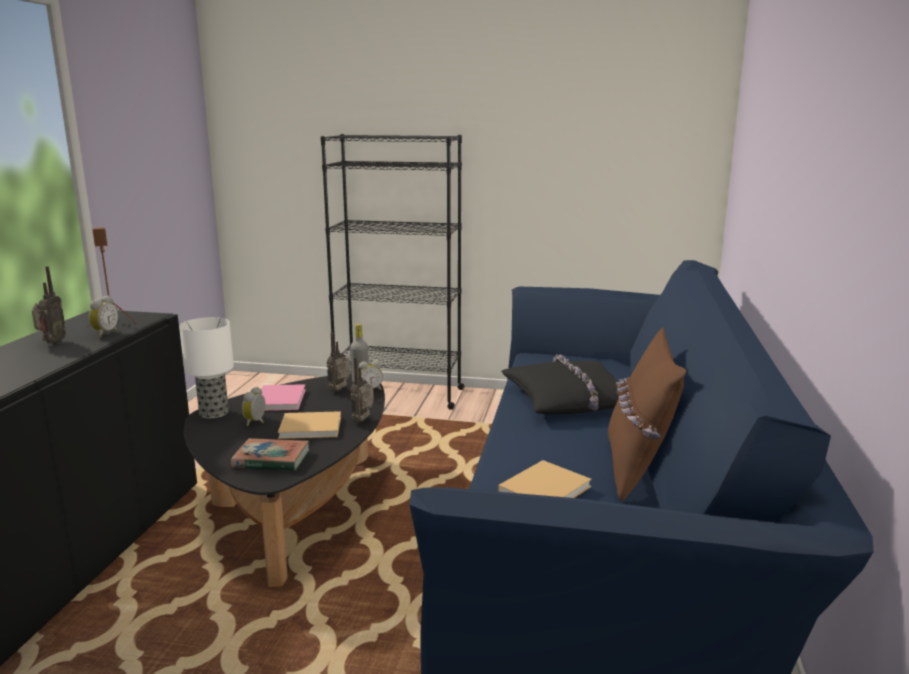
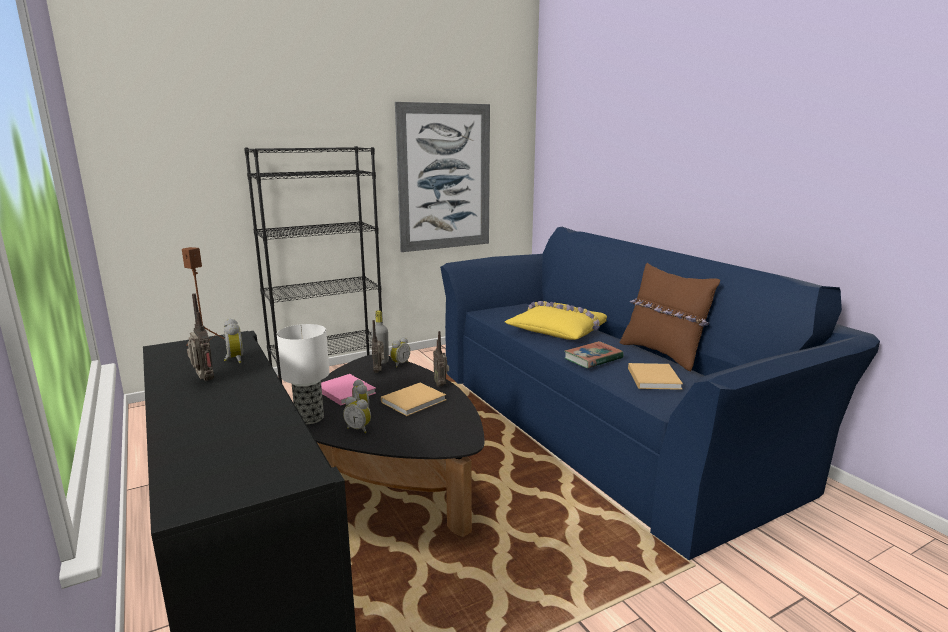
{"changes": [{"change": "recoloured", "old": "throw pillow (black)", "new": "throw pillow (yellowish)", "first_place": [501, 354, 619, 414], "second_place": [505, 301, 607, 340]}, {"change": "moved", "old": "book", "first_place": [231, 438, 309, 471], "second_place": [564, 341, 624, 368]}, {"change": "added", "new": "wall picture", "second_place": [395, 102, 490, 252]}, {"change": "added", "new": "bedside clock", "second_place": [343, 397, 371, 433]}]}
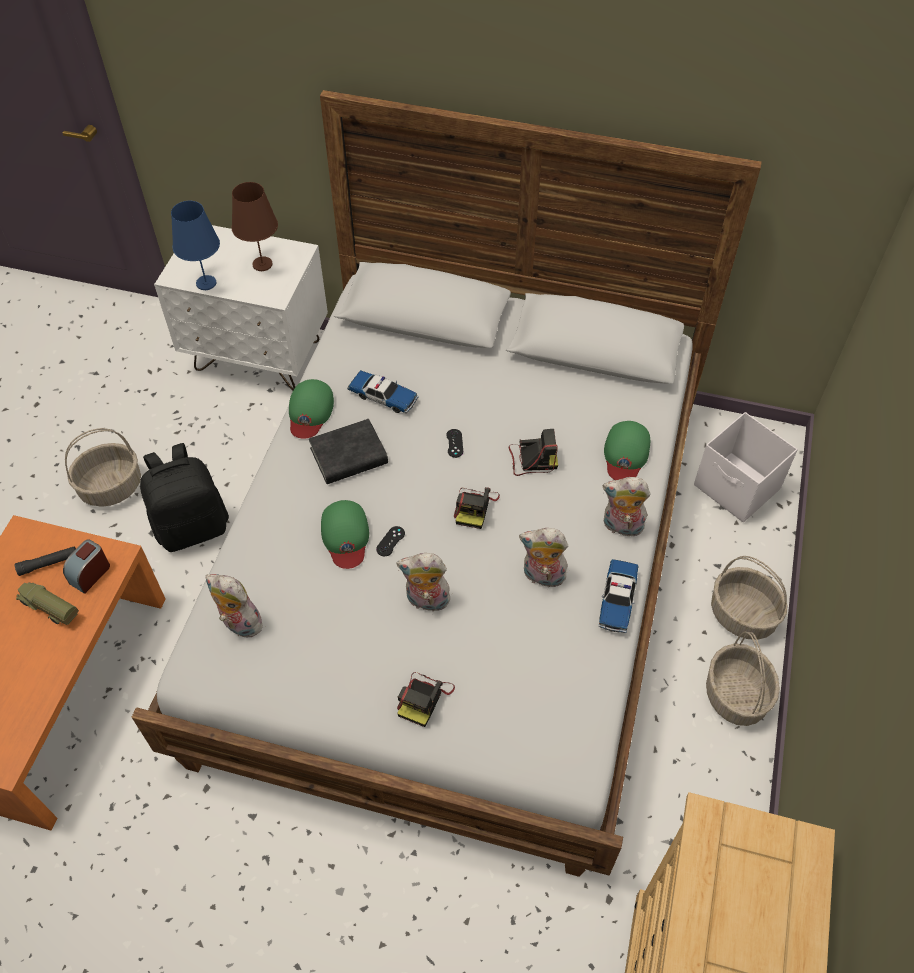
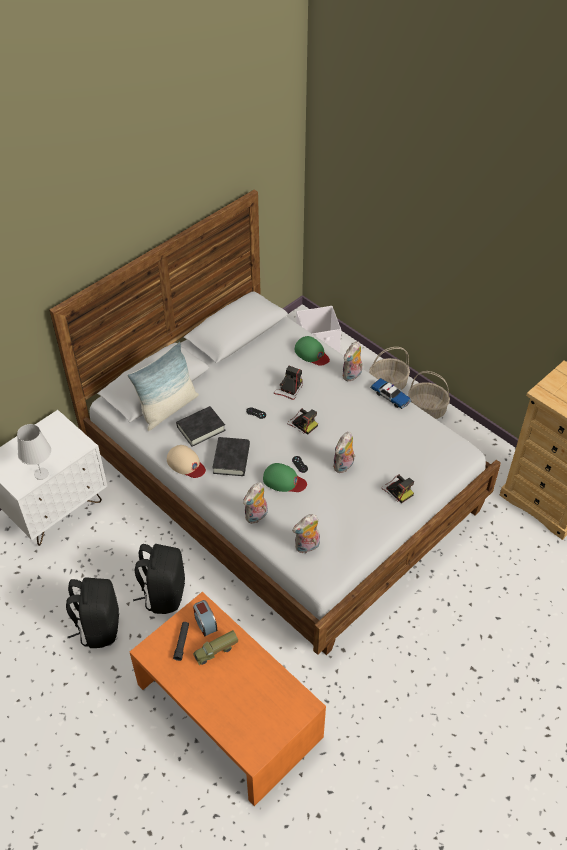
{"changes": [{"change": "removed", "old": "table lamp (brown-coloured)", "first_place": [232, 182, 278, 271]}, {"change": "recoloured", "old": "table lamp (blue)", "new": "table lamp (white)", "first_place": [171, 201, 220, 290], "second_place": [17, 424, 51, 480]}, {"change": "replaced", "old": "toy car", "new": "book (black)", "first_place": [347, 370, 418, 413], "second_place": [176, 406, 226, 447]}, {"change": "recoloured", "old": "baseball cap (green-coloured)", "new": "baseball cap (beige)", "first_place": [289, 379, 334, 439], "second_place": [167, 445, 206, 478]}, {"change": "replaced", "old": "storage basket", "new": "backpack (black)", "first_place": [65, 428, 141, 507], "second_place": [66, 577, 119, 648]}, {"change": "moved", "old": "cuddly toy", "first_place": [519, 528, 568, 587], "second_place": [243, 482, 268, 524]}, {"change": "added", "new": "throw pillow", "second_place": [127, 342, 199, 431]}]}
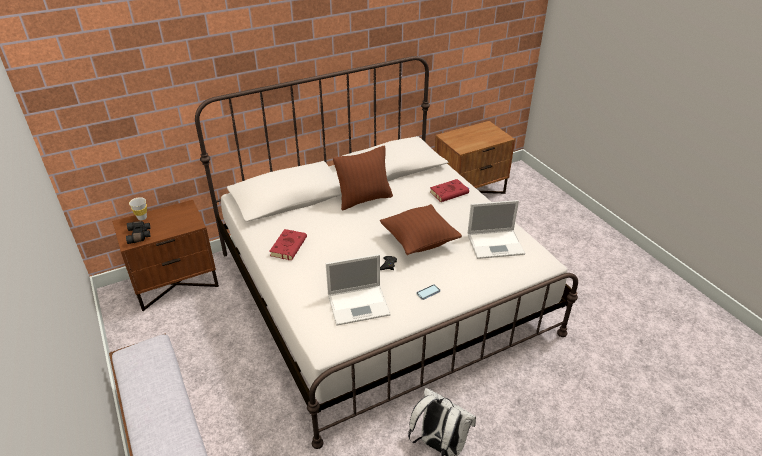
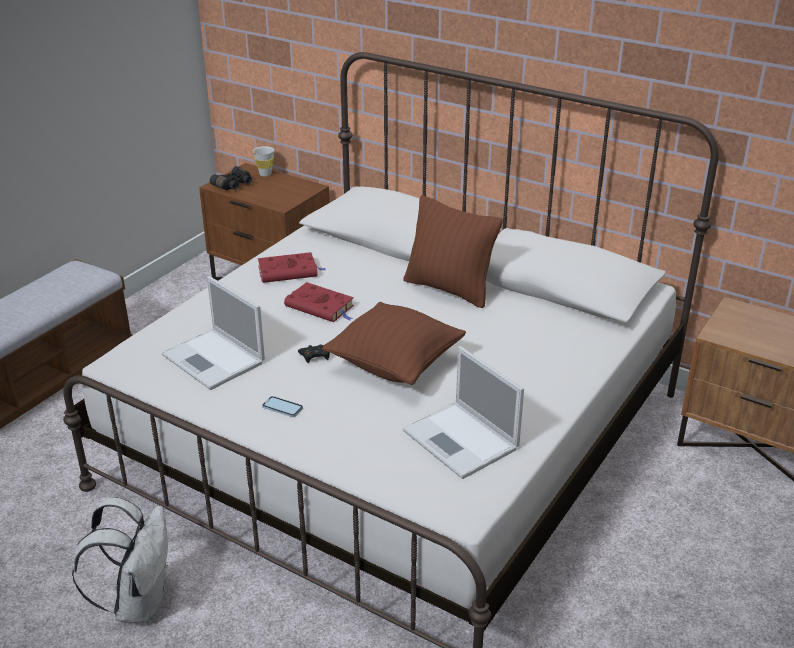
{"changes": [{"change": "moved", "old": "book (red)", "first_place": [430, 179, 470, 202], "second_place": [284, 282, 354, 322]}]}
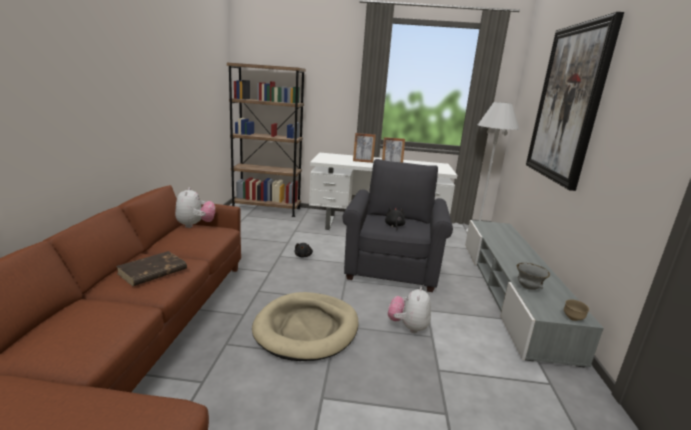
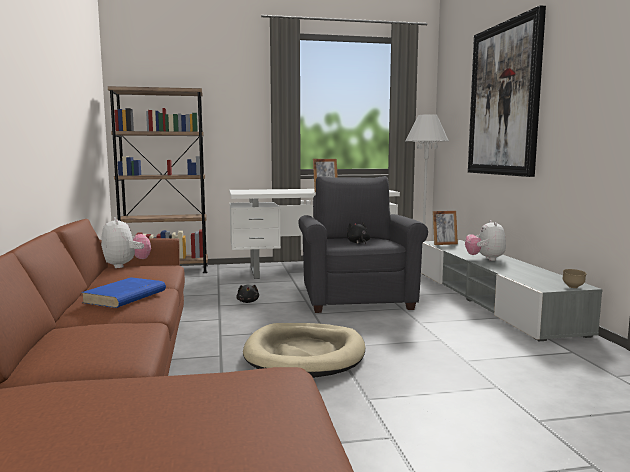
{"changes": [{"change": "moved", "old": "photo frame", "first_place": [353, 133, 376, 163], "second_place": [433, 211, 458, 245]}, {"change": "recoloured", "old": "book (brown-coloured)", "new": "book (blue)", "first_place": [116, 251, 187, 286], "second_place": [81, 277, 166, 308]}, {"change": "removed", "old": "serving bowl (greyish)", "first_place": [517, 263, 550, 290]}, {"change": "moved", "old": "cuddly toy", "first_place": [388, 287, 431, 333], "second_place": [465, 220, 506, 261]}]}
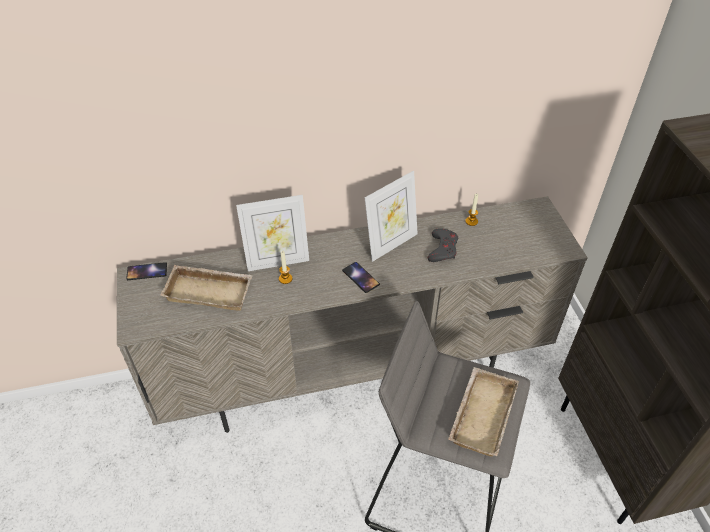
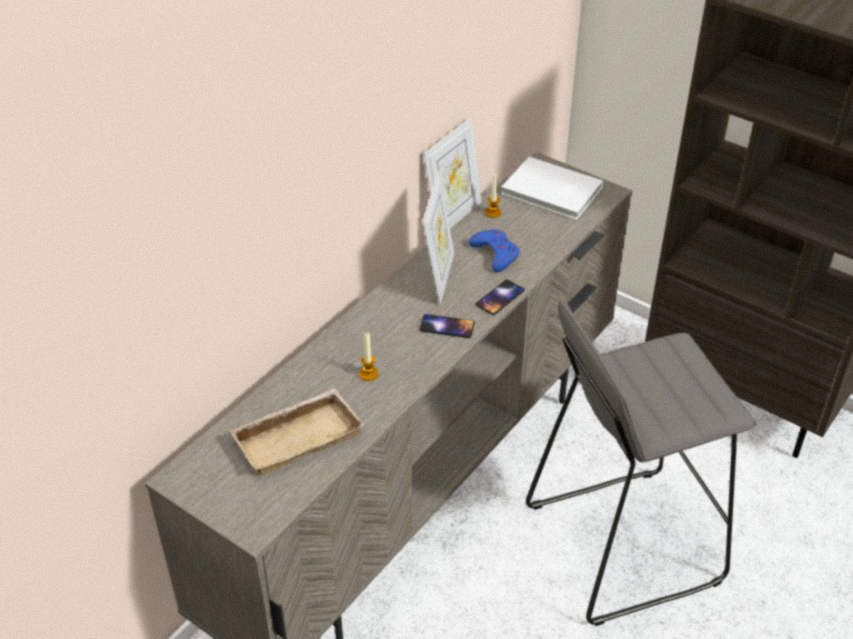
{"changes": [{"change": "moved", "old": "photo frame", "first_place": [236, 195, 309, 271], "second_place": [424, 118, 482, 229]}, {"change": "recoloured", "old": "gamepad (greyish)", "new": "gamepad (blue)", "first_place": [428, 228, 458, 262], "second_place": [468, 229, 520, 272]}, {"change": "moved", "old": "telephone", "first_place": [126, 262, 167, 280], "second_place": [475, 280, 525, 315]}, {"change": "removed", "old": "tray (beige)", "first_place": [448, 367, 519, 457]}, {"change": "added", "new": "book (white)", "second_place": [501, 157, 603, 220]}]}
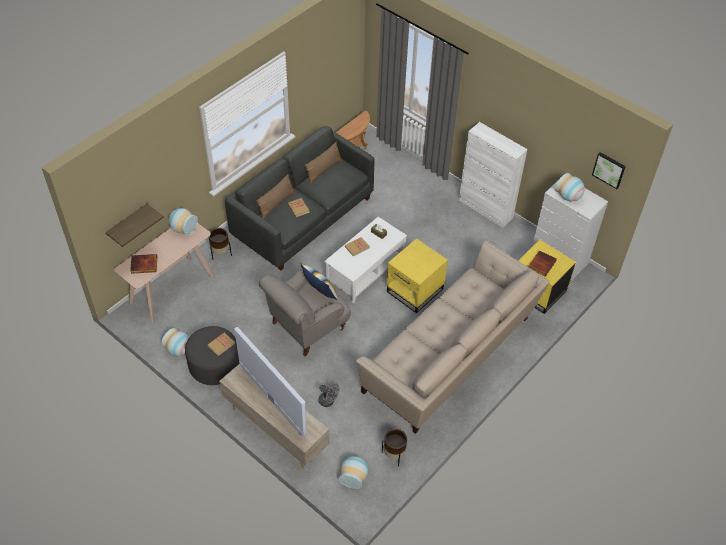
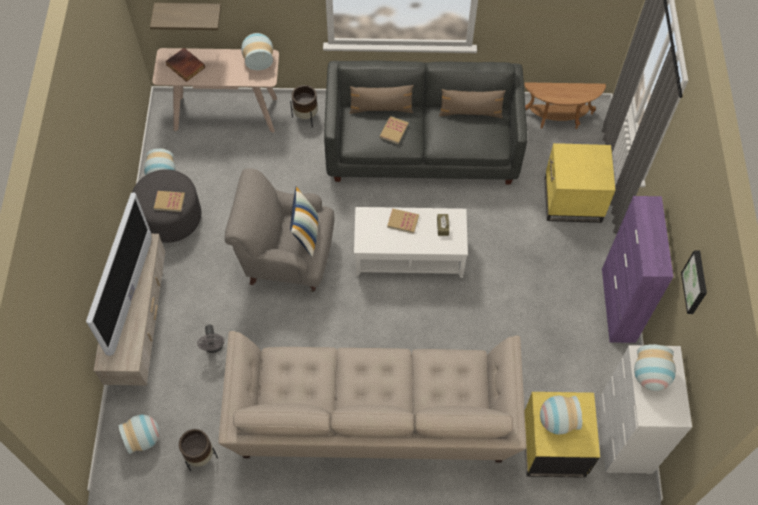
{"changes": [{"change": "recoloured", "old": "cabinet (white)", "new": "cabinet (purplish)", "first_place": [459, 122, 527, 228], "second_place": [602, 196, 673, 343]}, {"change": "moved", "old": "wall picture", "first_place": [592, 152, 626, 189], "second_place": [681, 250, 707, 314]}, {"change": "moved", "old": "side table (yellowish)", "first_place": [387, 238, 448, 313], "second_place": [545, 143, 616, 223]}, {"change": "replaced", "old": "book", "new": "flower vase", "first_place": [529, 250, 557, 277], "second_place": [540, 396, 583, 434]}]}
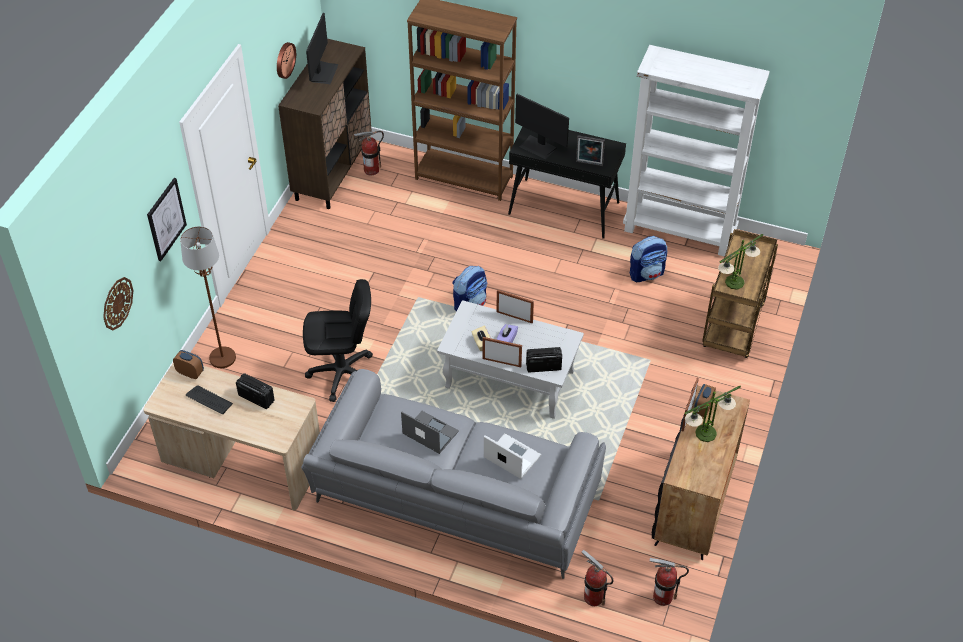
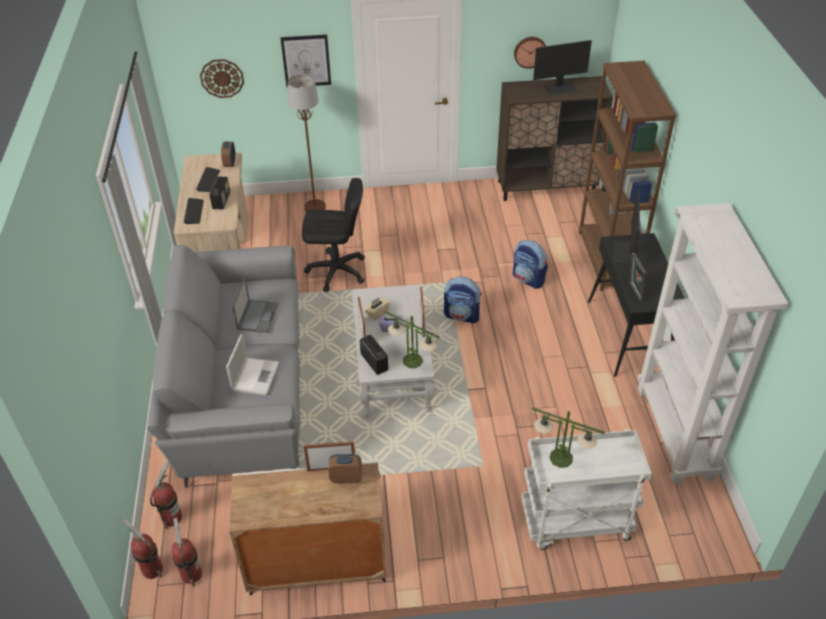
{"changes": [{"change": "moved", "old": "fire-fighting cylinder", "first_place": [354, 131, 384, 175], "second_place": [121, 518, 163, 579]}, {"change": "recoloured", "old": "wheeled cart (brown-coloured)", "new": "wheeled cart (white)", "first_place": [702, 229, 778, 358], "second_place": [521, 429, 652, 550]}, {"change": "moved", "old": "backpack", "first_place": [630, 236, 667, 282], "second_place": [513, 240, 548, 289]}, {"change": "turned", "old": "office chair (black)", "first_place": [303, 279, 373, 402], "second_place": [302, 178, 365, 292], "degrees": -60}, {"change": "recoloured", "old": "cabinet (black)", "new": "cabinet (white)", "first_place": [652, 385, 750, 560], "second_place": [229, 461, 387, 595]}, {"change": "moved", "old": "table lamp", "first_place": [685, 386, 741, 442], "second_place": [385, 311, 440, 368]}, {"change": "added", "new": "computer keyboard", "second_place": [184, 198, 204, 224]}]}
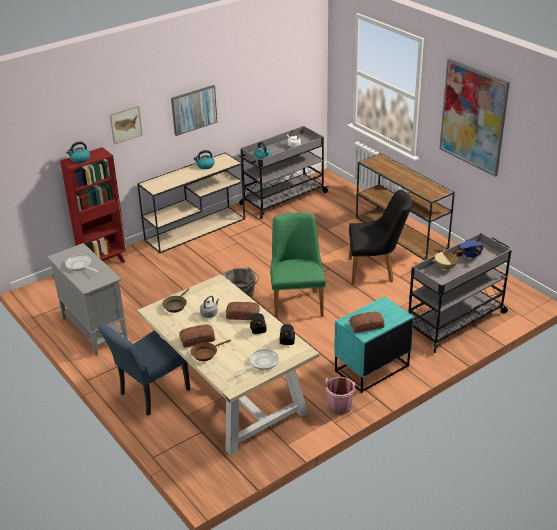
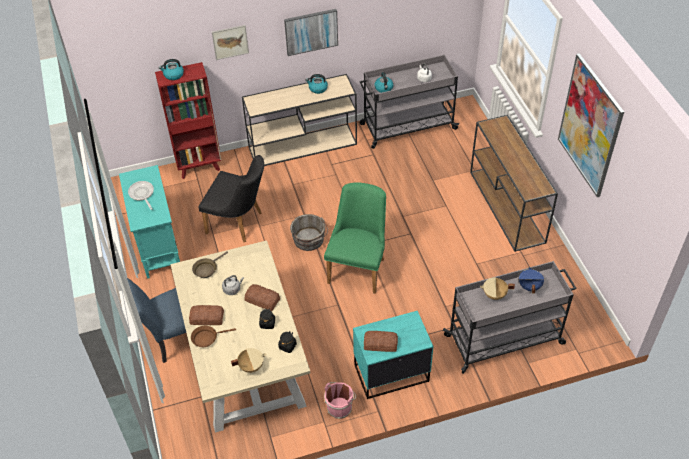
{"changes": [{"change": "moved", "old": "chair (black)", "first_place": [349, 190, 412, 284], "second_place": [198, 155, 264, 242]}, {"change": "recoloured", "old": "cabinet (greyish)", "new": "cabinet (blue-green)", "first_place": [47, 243, 128, 356], "second_place": [119, 165, 180, 279]}, {"change": "replaced", "old": "skillet", "new": "stockpot (beige)", "first_place": [234, 349, 279, 374], "second_place": [231, 348, 266, 373]}]}
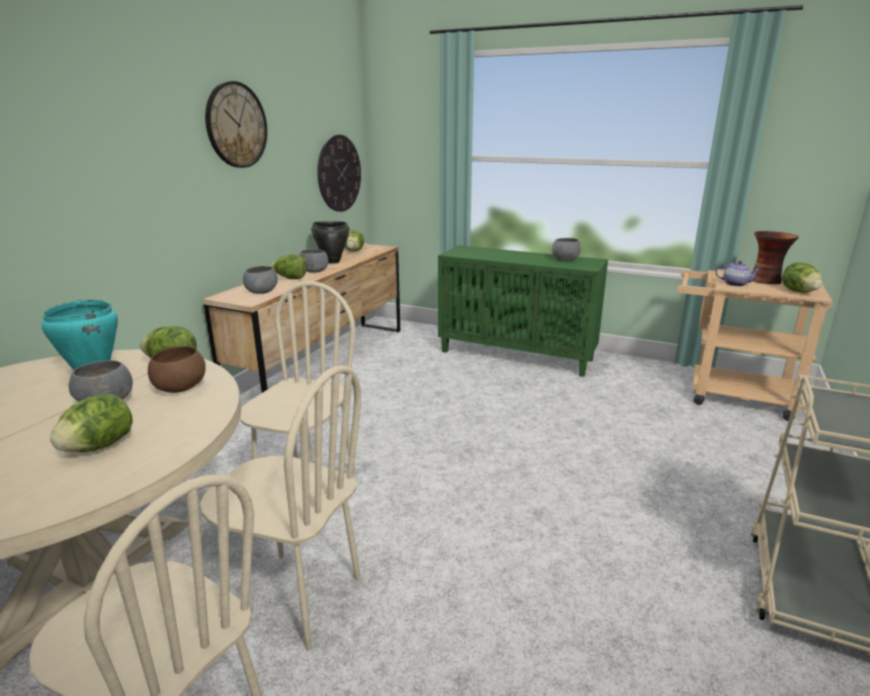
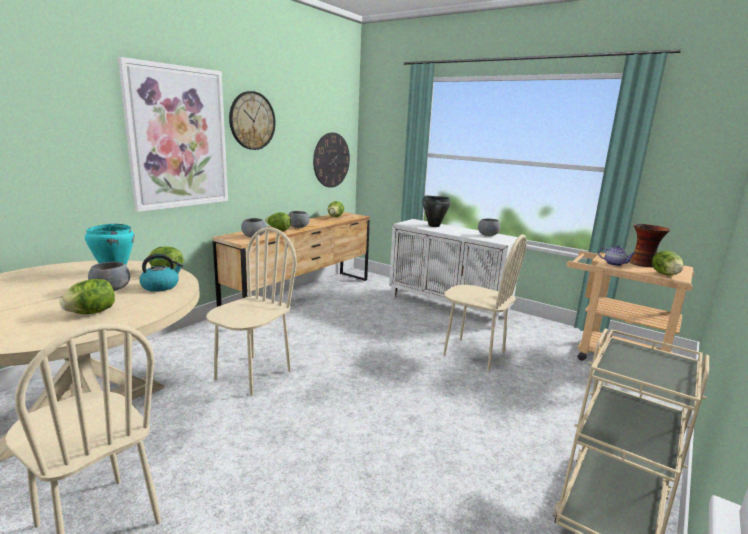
{"changes": [{"change": "moved", "old": "stockpot (black)", "first_place": [311, 221, 350, 264], "second_place": [422, 196, 451, 227]}, {"change": "recoloured", "old": "cabinet (green-coloured)", "new": "cabinet (white)", "first_place": [438, 245, 608, 377], "second_place": [389, 219, 518, 328]}, {"change": "replaced", "old": "serving bowl (brown-coloured)", "new": "kettle", "first_place": [148, 346, 206, 393], "second_place": [139, 254, 183, 292]}, {"change": "moved", "old": "chair (beige)", "first_place": [200, 365, 361, 651], "second_place": [443, 234, 527, 371]}, {"change": "added", "new": "wall picture", "second_place": [118, 57, 228, 212]}]}
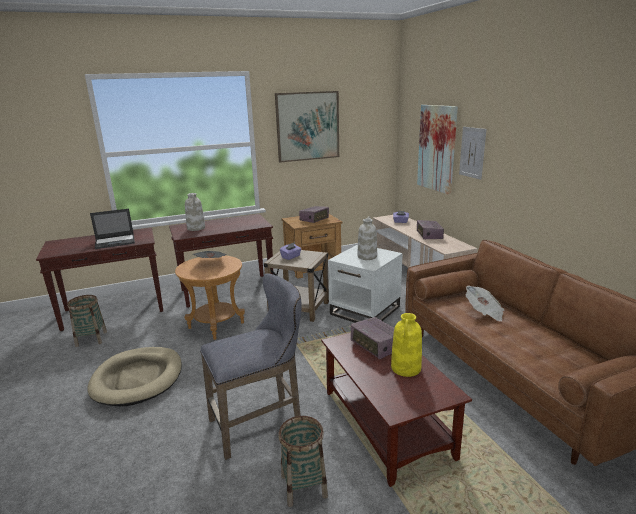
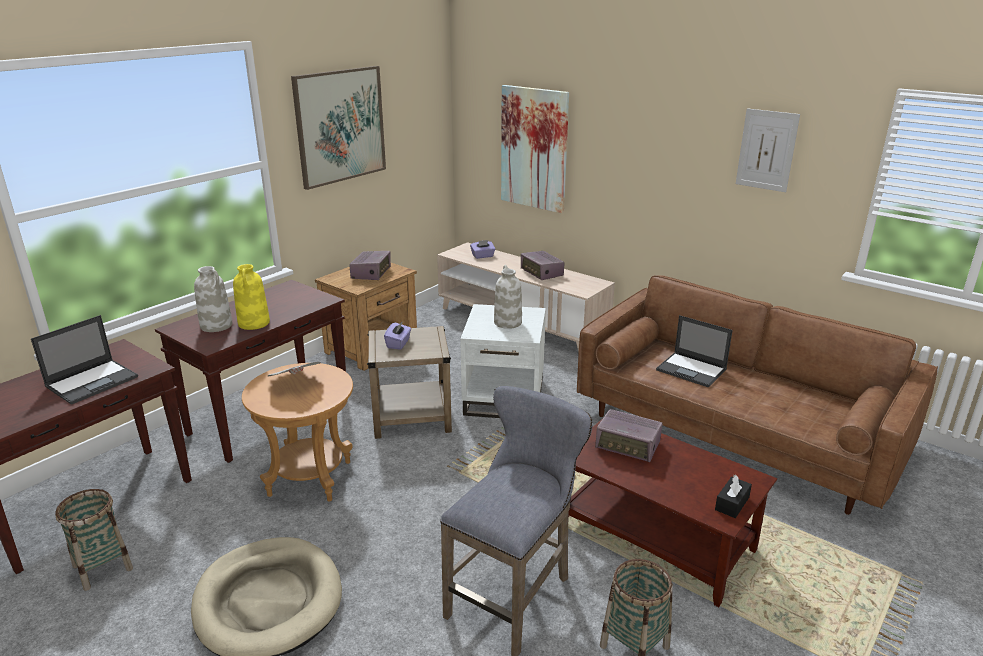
{"changes": [{"change": "moved", "old": "wall picture", "first_place": [459, 127, 487, 180], "second_place": [736, 108, 800, 192]}, {"change": "replaced", "old": "newspaper", "new": "portable computer", "first_place": [466, 285, 505, 322], "second_place": [656, 315, 733, 387]}, {"change": "moved", "old": "flower vase (yellowish)", "first_place": [391, 313, 422, 377], "second_place": [233, 264, 270, 330]}, {"change": "added", "new": "tissue holder (black)", "second_place": [715, 475, 752, 518]}]}
